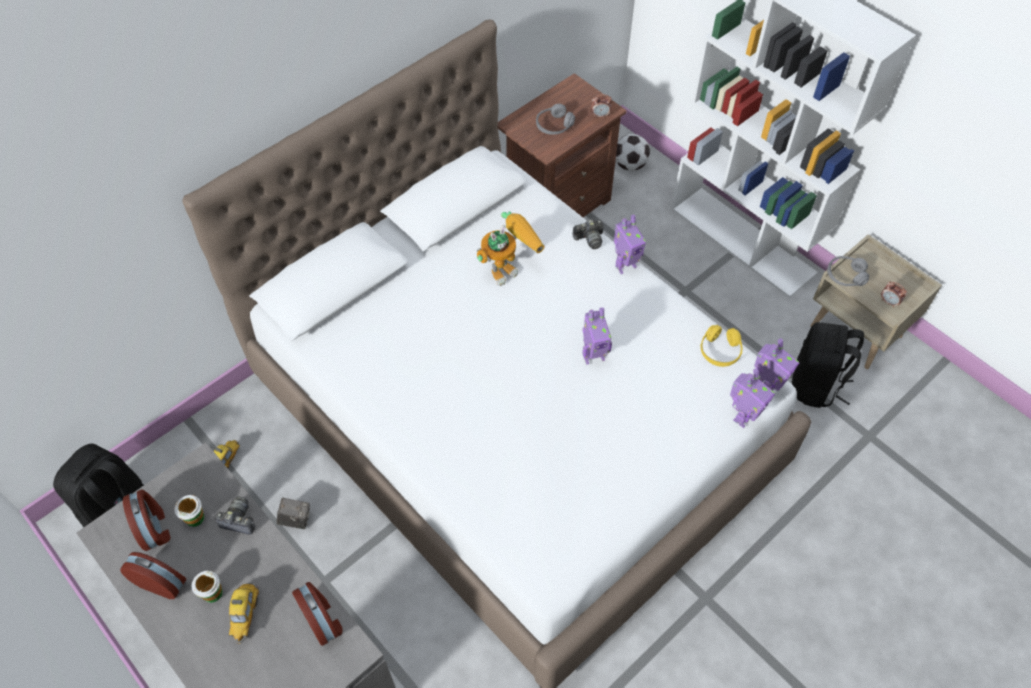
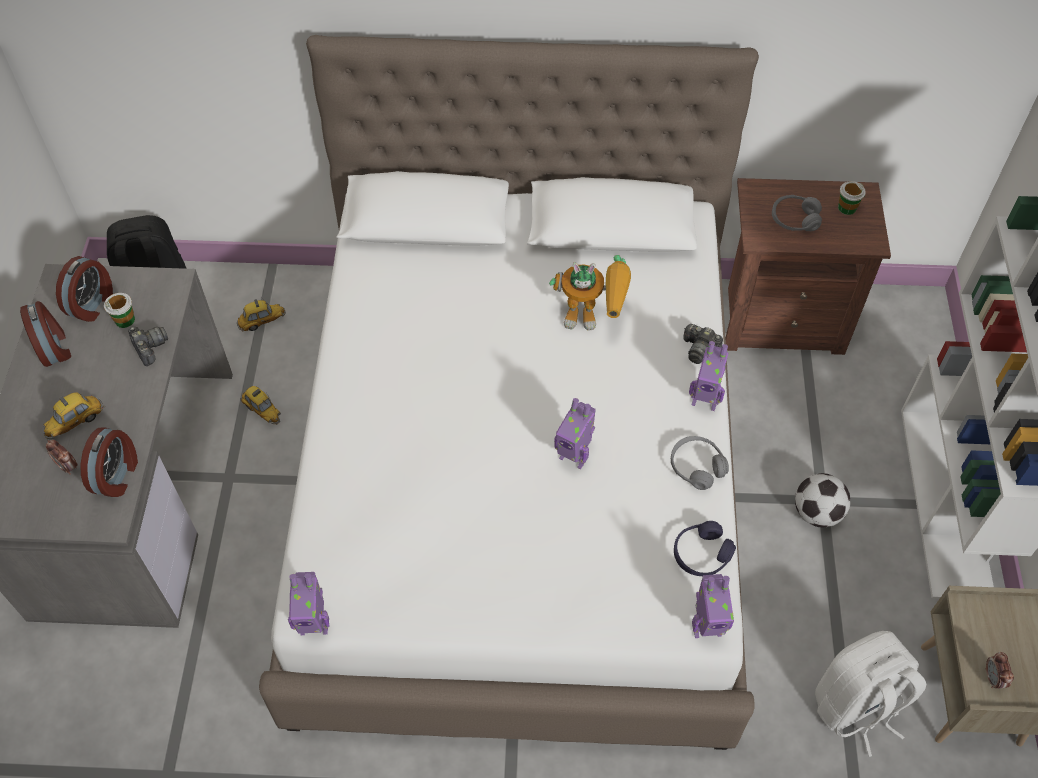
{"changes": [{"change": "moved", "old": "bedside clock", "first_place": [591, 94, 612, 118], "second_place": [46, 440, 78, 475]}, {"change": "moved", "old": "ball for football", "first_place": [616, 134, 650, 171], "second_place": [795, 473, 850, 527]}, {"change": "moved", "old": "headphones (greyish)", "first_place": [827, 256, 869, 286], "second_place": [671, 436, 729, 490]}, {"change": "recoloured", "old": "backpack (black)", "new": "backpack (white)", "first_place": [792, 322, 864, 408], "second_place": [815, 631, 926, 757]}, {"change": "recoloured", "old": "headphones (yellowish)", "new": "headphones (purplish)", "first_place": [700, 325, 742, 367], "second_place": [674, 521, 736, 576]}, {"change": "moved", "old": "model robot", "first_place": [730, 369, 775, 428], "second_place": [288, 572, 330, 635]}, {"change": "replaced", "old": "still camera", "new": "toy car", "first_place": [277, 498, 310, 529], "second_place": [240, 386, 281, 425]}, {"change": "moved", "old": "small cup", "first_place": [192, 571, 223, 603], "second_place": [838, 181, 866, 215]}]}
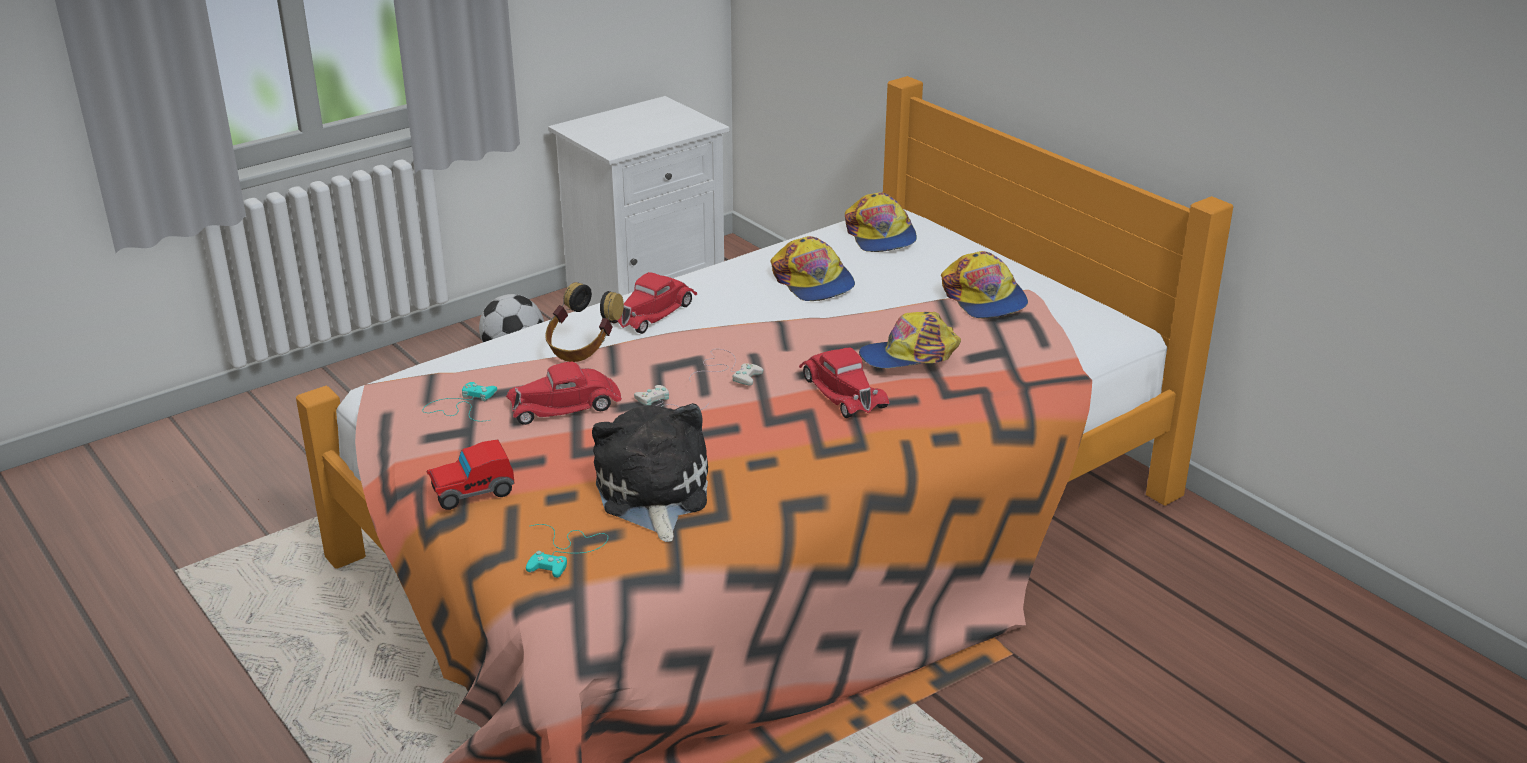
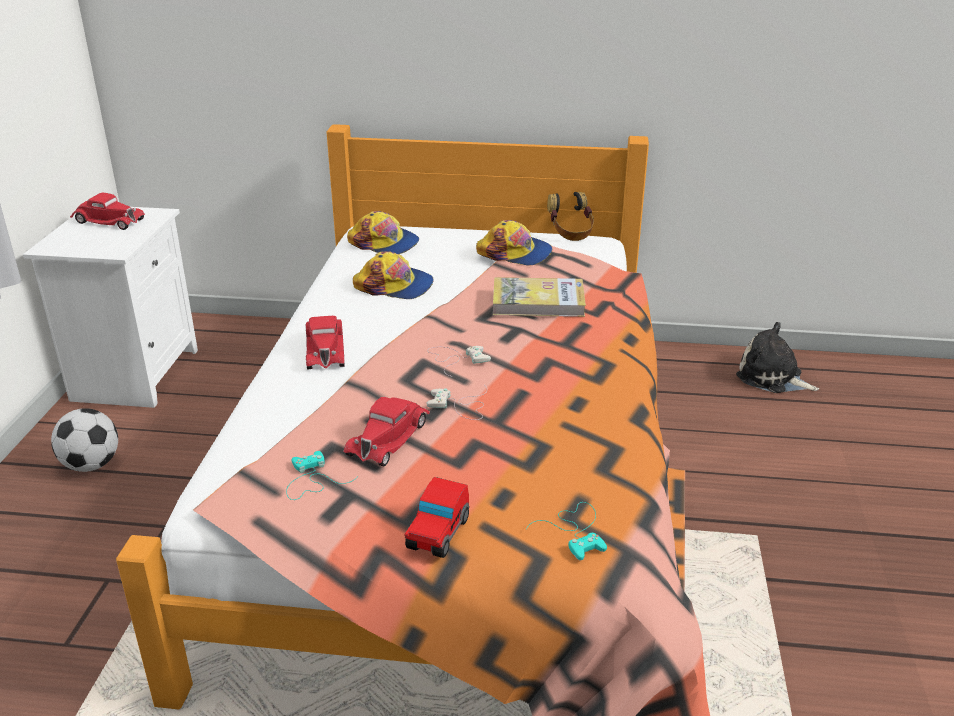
{"changes": [{"change": "moved", "old": "headphones", "first_place": [545, 282, 624, 362], "second_place": [547, 192, 594, 241]}, {"change": "replaced", "old": "baseball cap", "new": "book", "first_place": [859, 312, 961, 368], "second_place": [493, 277, 586, 317]}, {"change": "moved", "old": "toy car (red)", "first_place": [799, 348, 889, 418], "second_place": [70, 193, 145, 230]}, {"change": "moved", "old": "cuddly toy", "first_place": [592, 403, 708, 542], "second_place": [736, 322, 819, 393]}]}
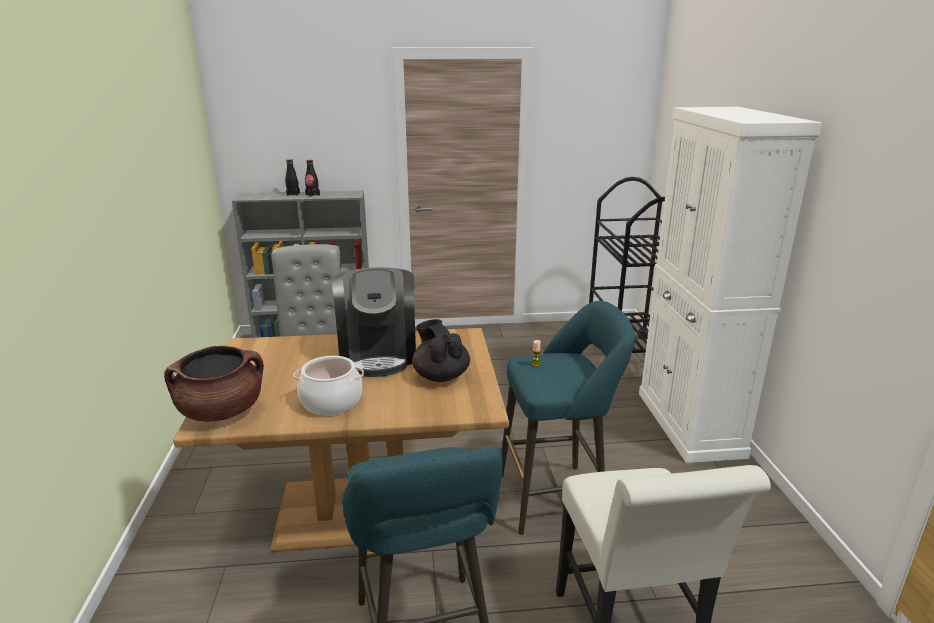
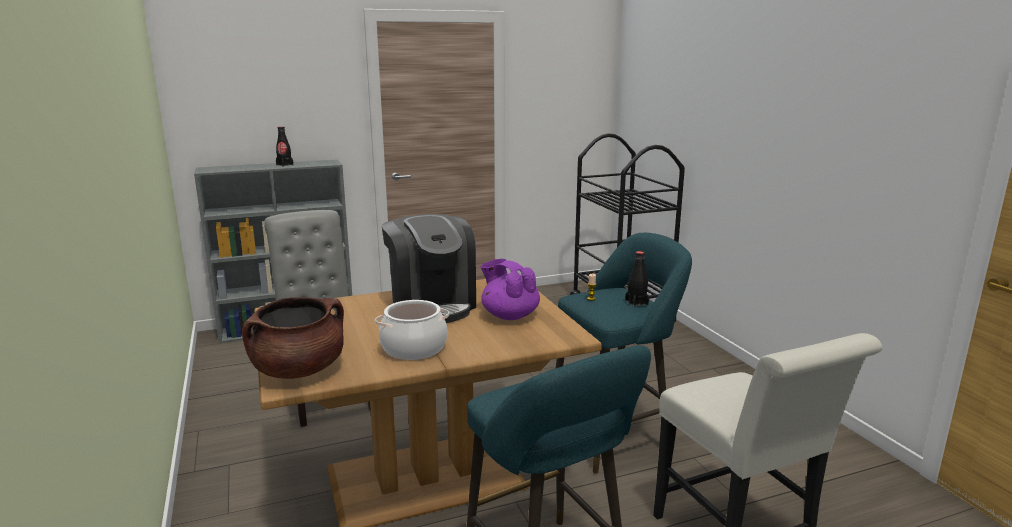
{"changes": [{"change": "removed", "old": "cabinet (white)", "first_place": [639, 107, 822, 463]}, {"change": "moved", "old": "drink bottle (black)", "first_place": [285, 159, 300, 196], "second_place": [625, 251, 649, 307]}, {"change": "recoloured", "old": "pot for tea (black)", "new": "pot for tea (purplish)", "first_place": [412, 319, 470, 382], "second_place": [481, 259, 540, 320]}]}
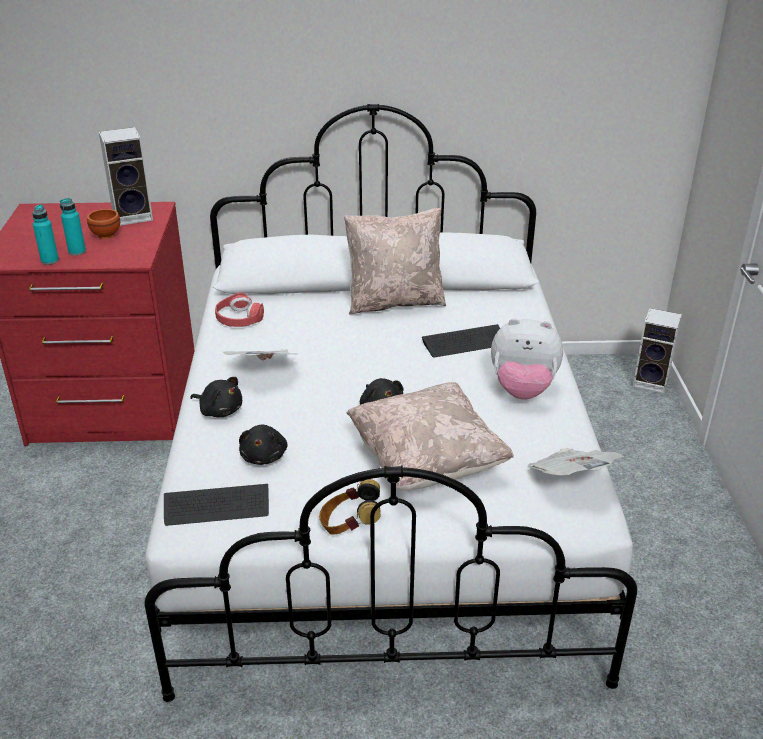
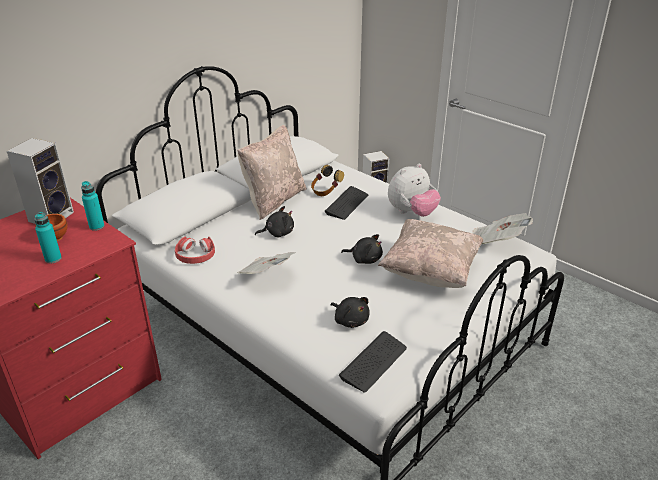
{"changes": [{"change": "moved", "old": "drink bottle (blue-green)", "first_place": [32, 205, 59, 265], "second_place": [81, 181, 105, 231]}, {"change": "moved", "old": "cuddly toy (black)", "first_place": [190, 377, 242, 417], "second_place": [255, 206, 294, 238]}, {"change": "moved", "old": "headphones", "first_place": [319, 479, 381, 535], "second_place": [311, 165, 344, 196]}]}
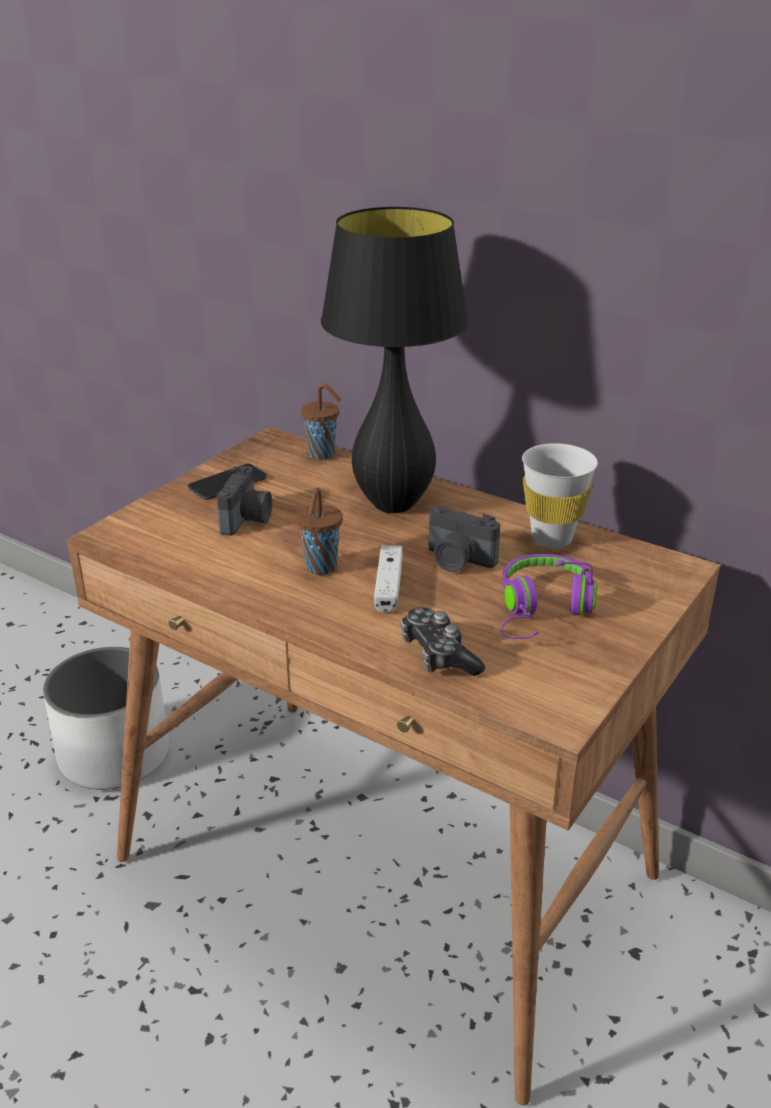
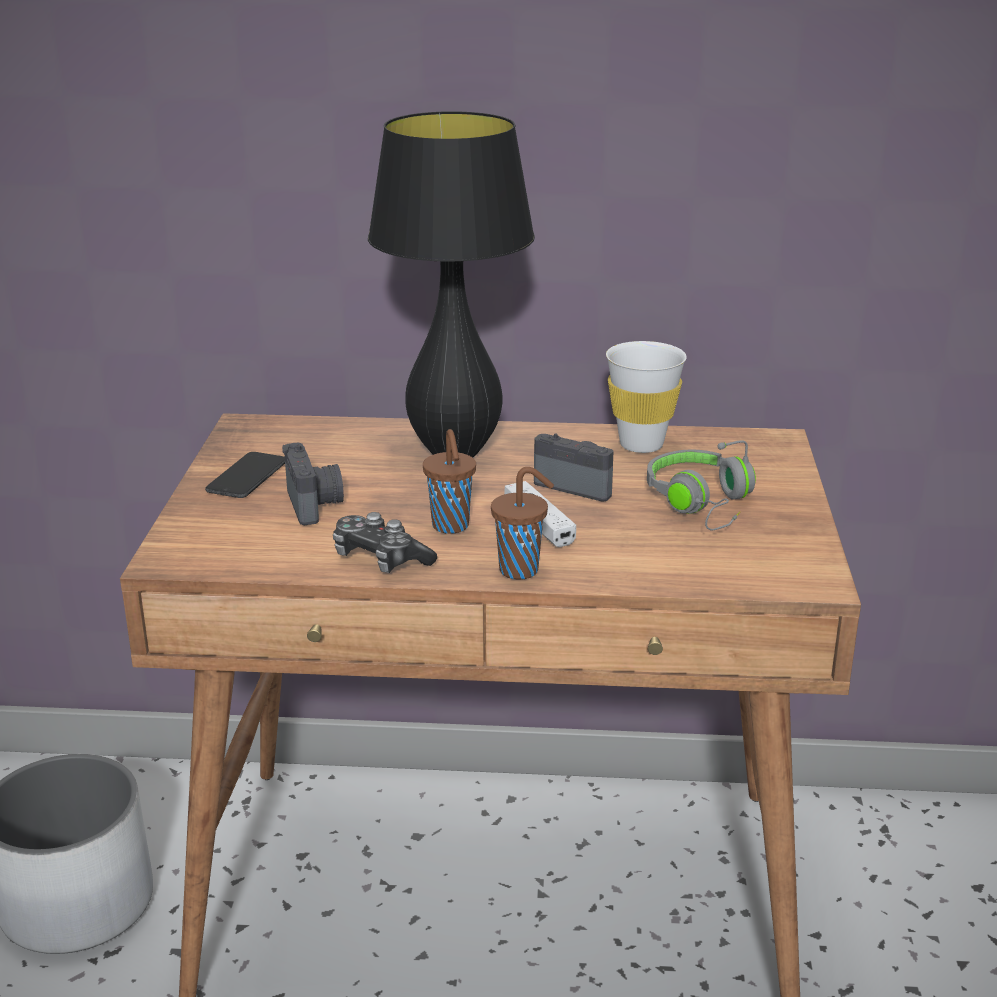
{"changes": [{"change": "moved", "old": "small cup (brown-coloured)", "first_place": [301, 383, 341, 460], "second_place": [491, 467, 554, 580]}, {"change": "turned", "old": "still camera", "first_place": [429, 506, 500, 572], "second_place": [534, 434, 614, 501], "degrees": -150}, {"change": "recoloured", "old": "headphones (purplish)", "new": "headphones (greyish)", "first_place": [500, 554, 597, 639], "second_place": [647, 440, 756, 530]}, {"change": "moved", "old": "gamepad", "first_place": [400, 607, 485, 676], "second_place": [333, 512, 437, 573]}]}
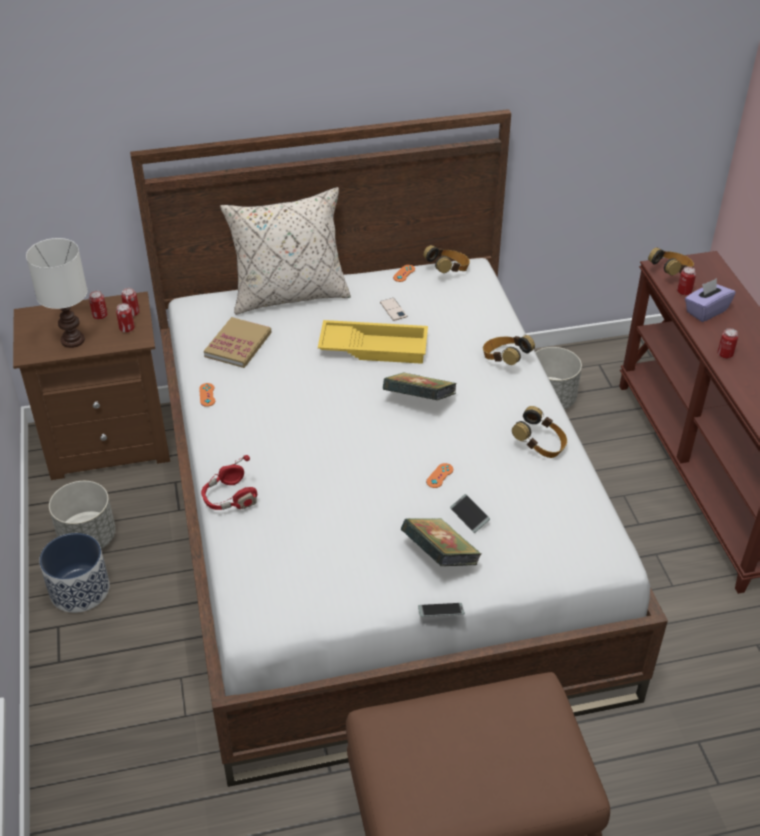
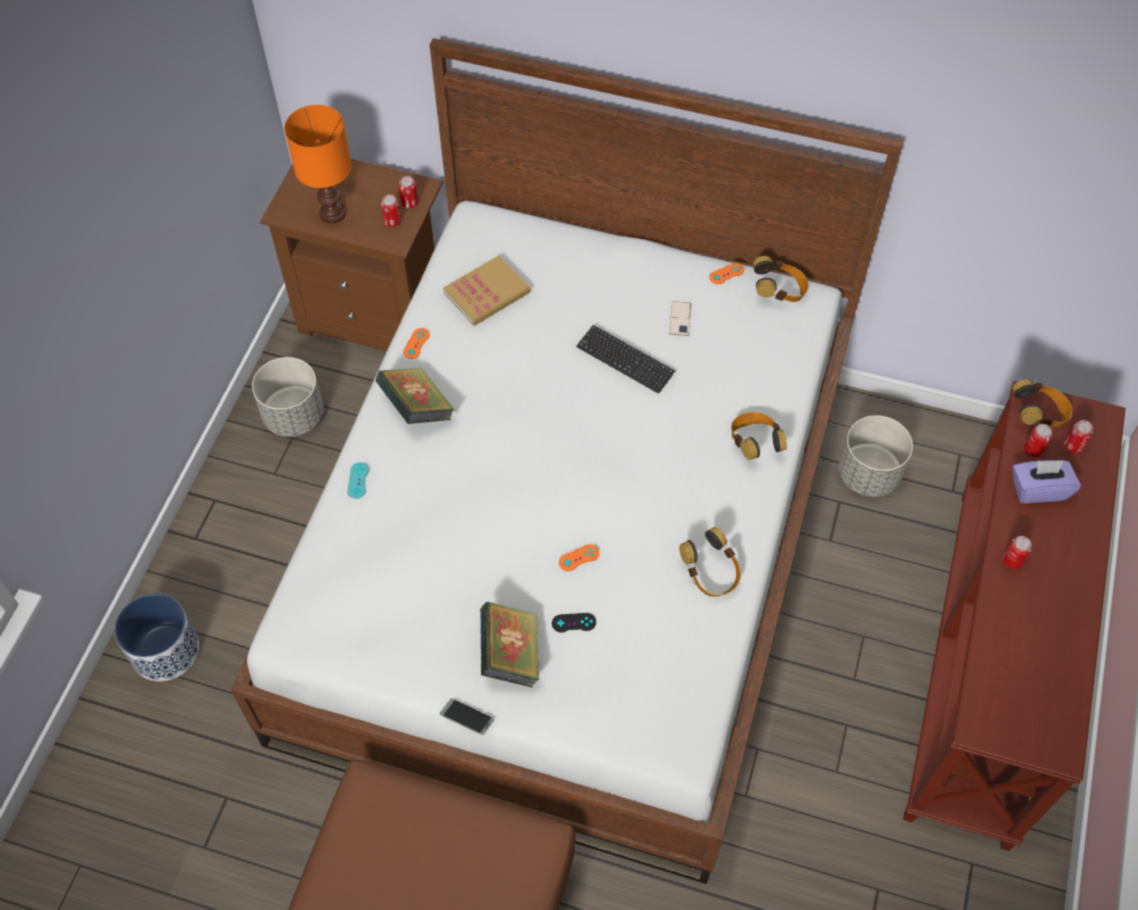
{"changes": [{"change": "removed", "old": "throw pillow (beige)", "first_place": [220, 187, 351, 315]}, {"change": "recoloured", "old": "table lamp (white)", "new": "table lamp (orange-coloured)", "first_place": [26, 238, 87, 348], "second_place": [284, 105, 351, 223]}, {"change": "moved", "old": "metal can", "first_place": [89, 291, 107, 320], "second_place": [1064, 420, 1093, 453]}, {"change": "replaced", "old": "tray (yellowish)", "new": "computer keyboard", "first_place": [318, 320, 428, 364], "second_place": [576, 325, 675, 394]}, {"change": "moved", "old": "book", "first_place": [383, 372, 456, 400], "second_place": [375, 367, 454, 424]}, {"change": "replaced", "old": "headphones (red)", "new": "gamepad (blue-green)", "first_place": [201, 455, 257, 510], "second_place": [348, 462, 369, 499]}, {"change": "replaced", "old": "telephone", "new": "gamepad (black)", "first_place": [450, 494, 490, 533], "second_place": [552, 613, 596, 633]}, {"change": "moved", "old": "flower pot", "first_place": [39, 533, 110, 613], "second_place": [114, 593, 199, 681]}]}
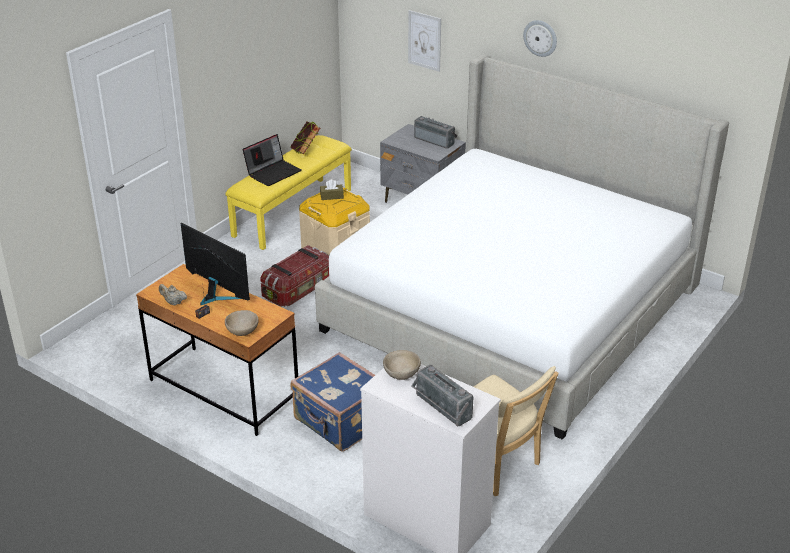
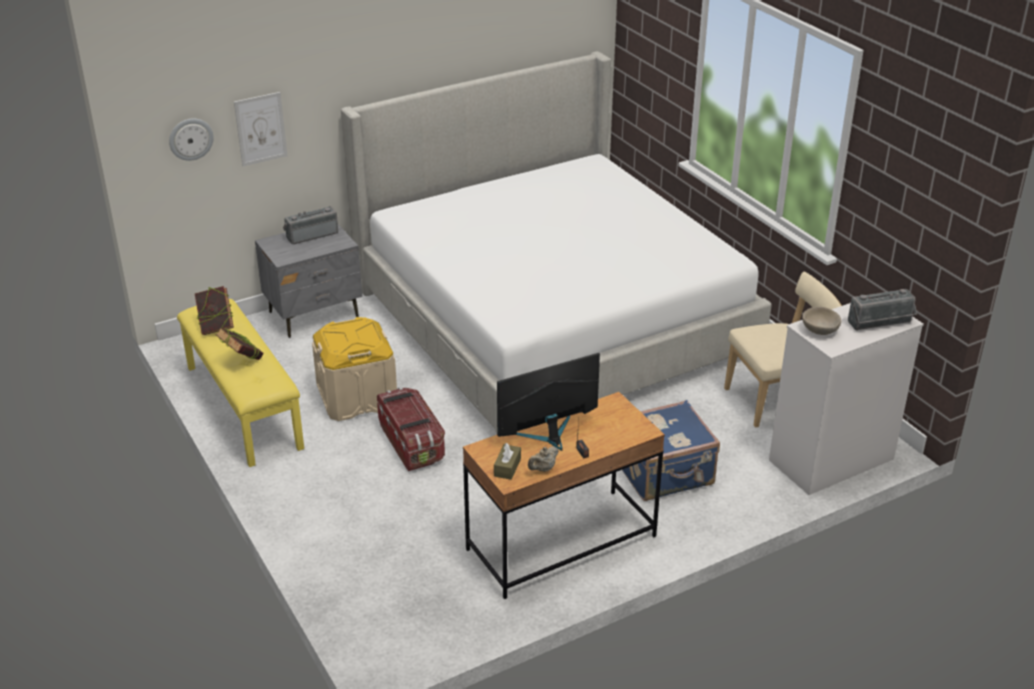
{"changes": [{"change": "moved", "old": "wall clock", "first_place": [523, 20, 557, 57], "second_place": [169, 119, 214, 161]}, {"change": "replaced", "old": "portable computer", "new": "book", "first_place": [242, 134, 302, 186], "second_place": [215, 328, 264, 360]}, {"change": "moved", "old": "tissue holder (brown-coloured)", "first_place": [320, 179, 344, 200], "second_place": [494, 443, 521, 480]}, {"change": "removed", "old": "serving bowl (beige)", "first_place": [225, 310, 259, 336]}]}
